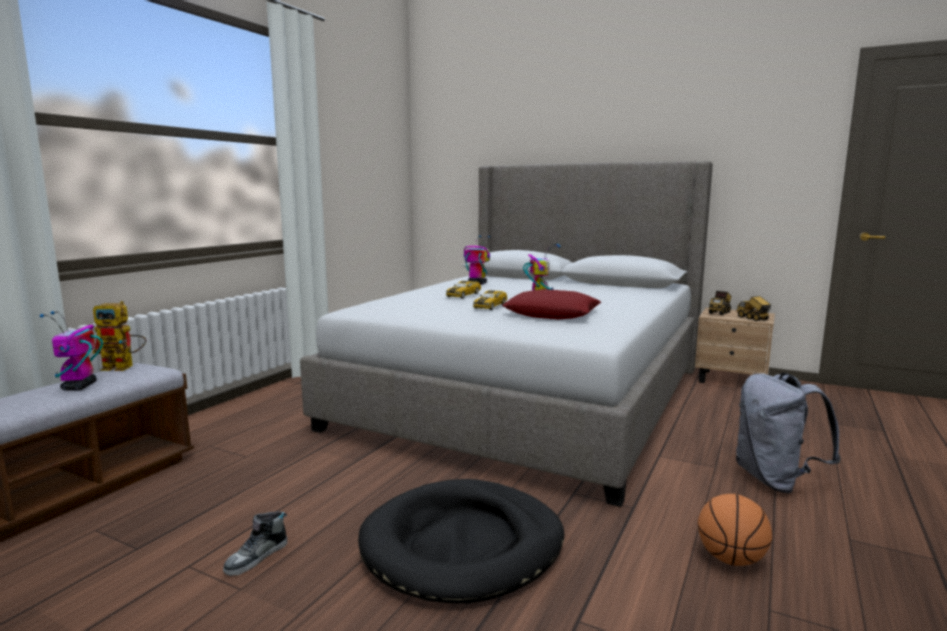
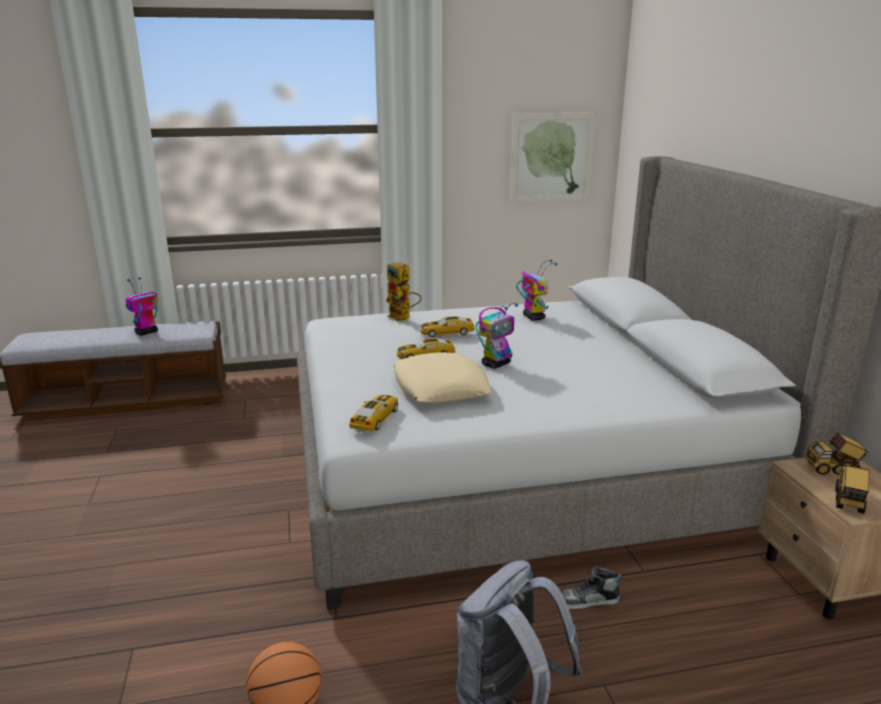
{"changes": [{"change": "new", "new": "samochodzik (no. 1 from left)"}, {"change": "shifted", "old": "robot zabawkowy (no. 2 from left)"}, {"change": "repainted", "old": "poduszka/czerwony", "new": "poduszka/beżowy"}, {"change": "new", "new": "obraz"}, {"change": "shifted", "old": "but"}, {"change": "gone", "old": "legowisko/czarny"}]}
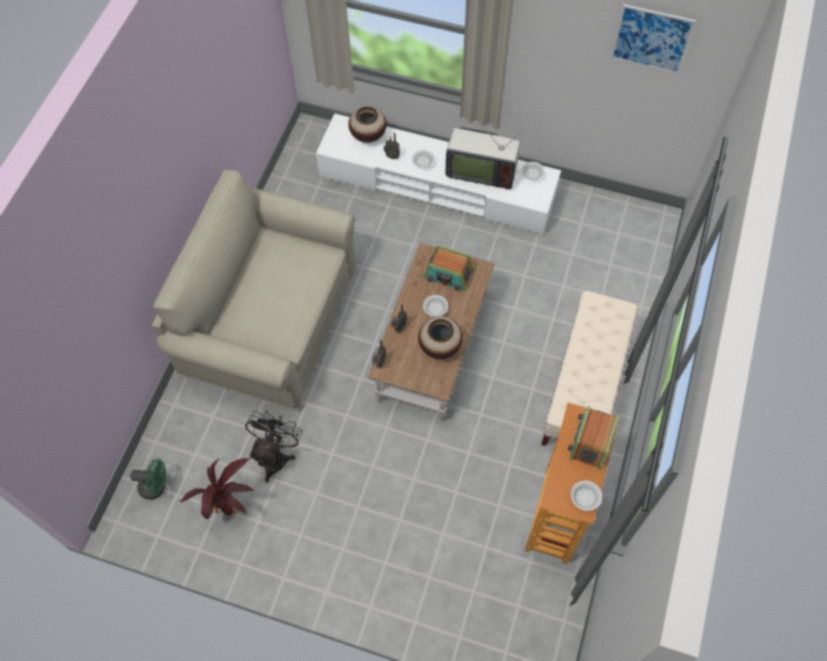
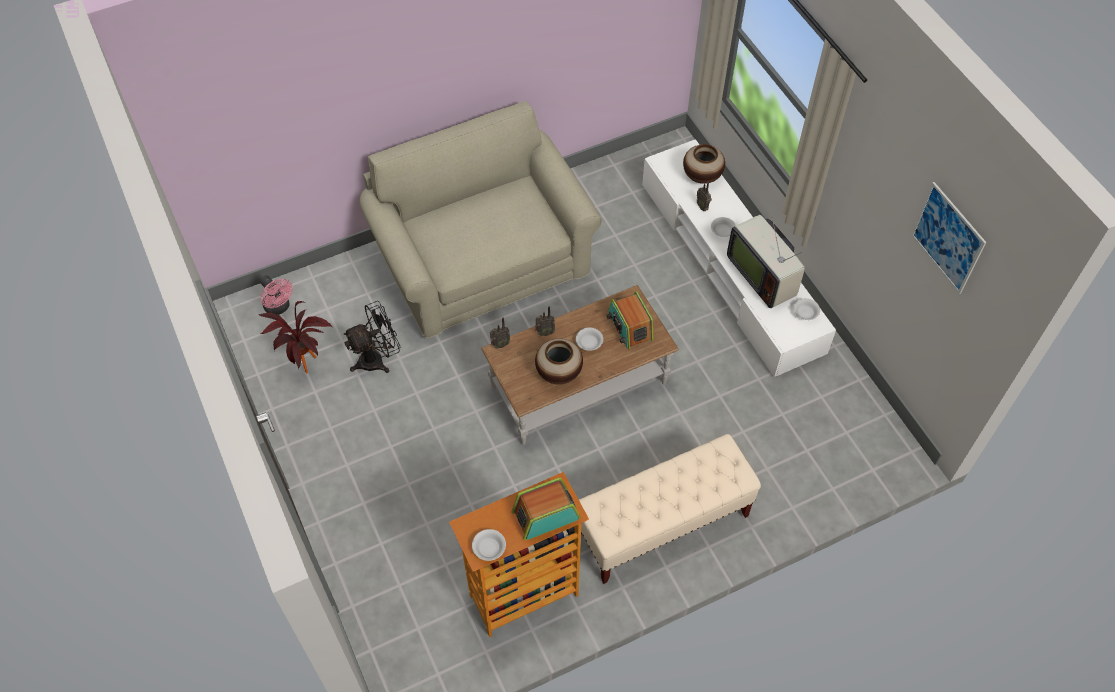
{"changes": [{"change": "repainted", "old": "wentylator/zielony", "new": "wentylator/różowy"}]}
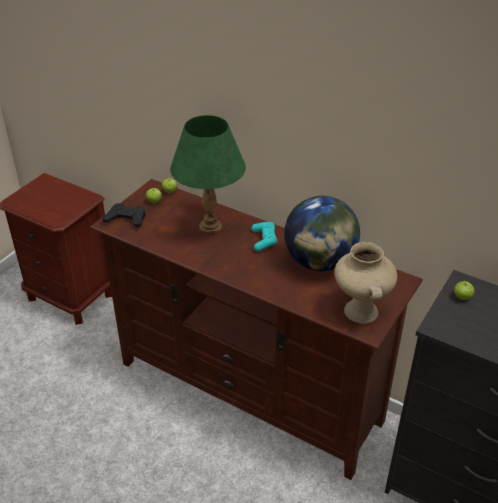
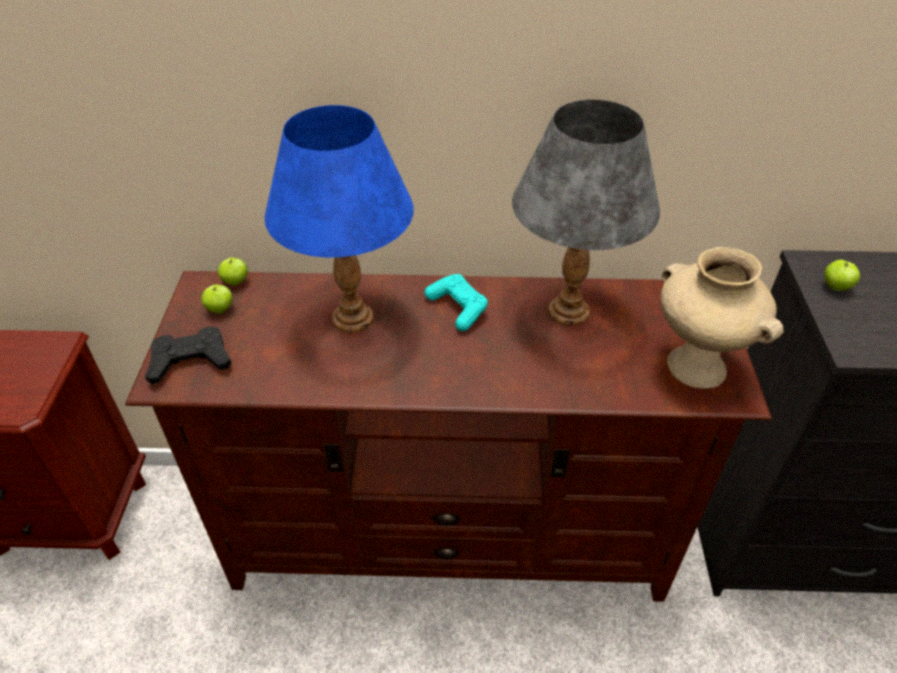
{"changes": [{"change": "repainted", "old": "lampa stołowa/zielony", "new": "lampa stołowa/niebieski"}, {"change": "swapped", "old": "globus", "new": "lampa stołowa/szary"}]}
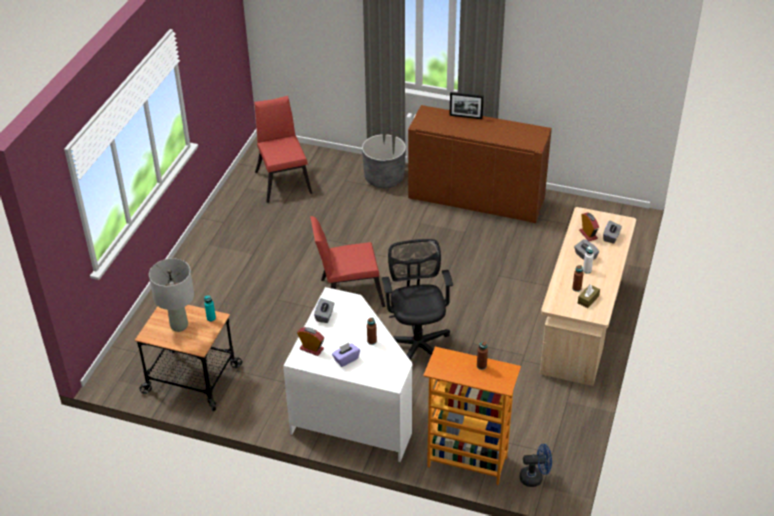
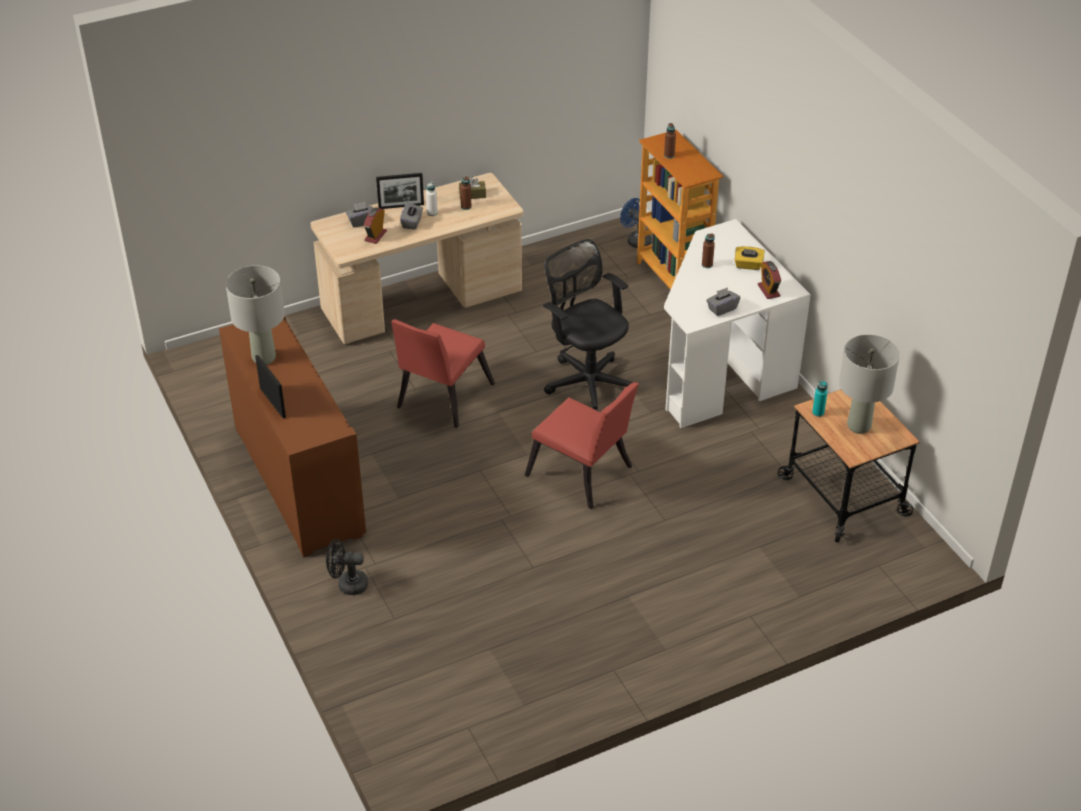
{"changes": [{"change": "new", "new": "lampa stołowa/szary (no. 1 from left)"}, {"change": "swapped", "old": "donica/szary", "new": "wentylator/czarny"}, {"change": "new", "new": "ramka na zdjęcie (no. 2 from left)"}, {"change": "shifted", "old": "krzesło/czerwony (no. 1 from left)"}, {"change": "rotated", "old": "krzesło biurowe/czarny", "degrees": 105}, {"change": "repainted", "old": "pudełko chusteczek/fioletowy", "new": "pudełko chusteczek/żółty"}]}
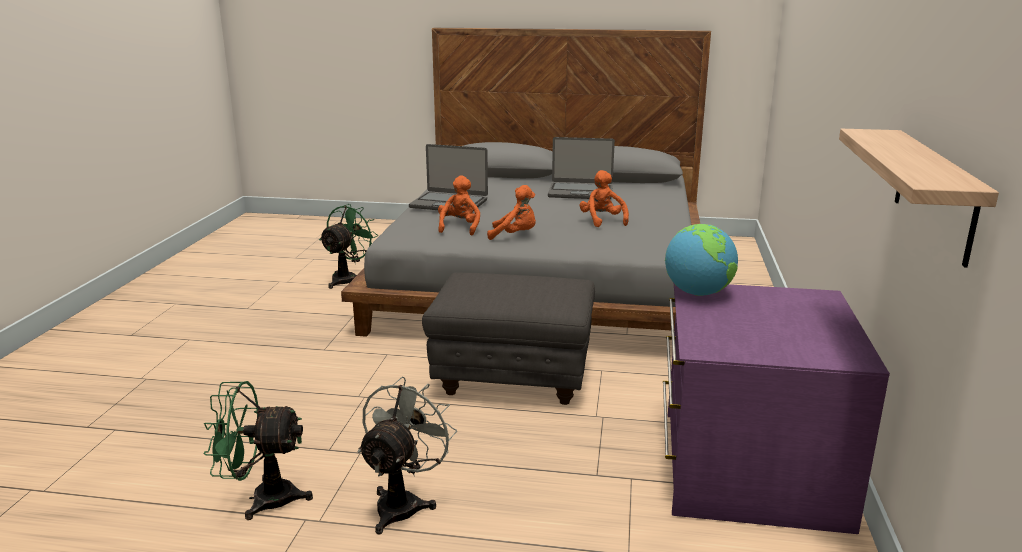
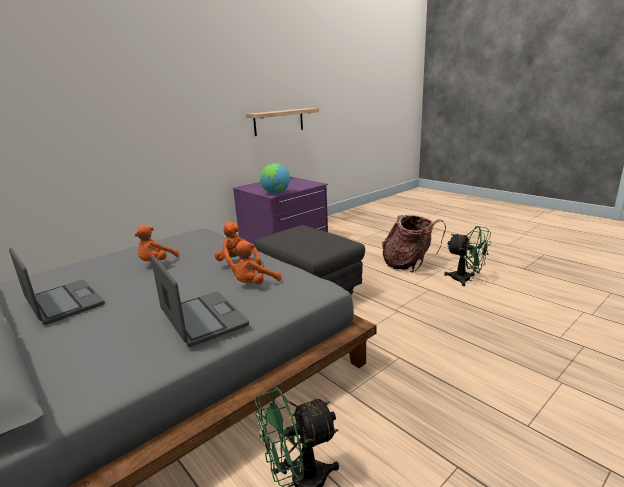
{"changes": [{"change": "swapped", "old": "wentylator/szary", "new": "plecak"}]}
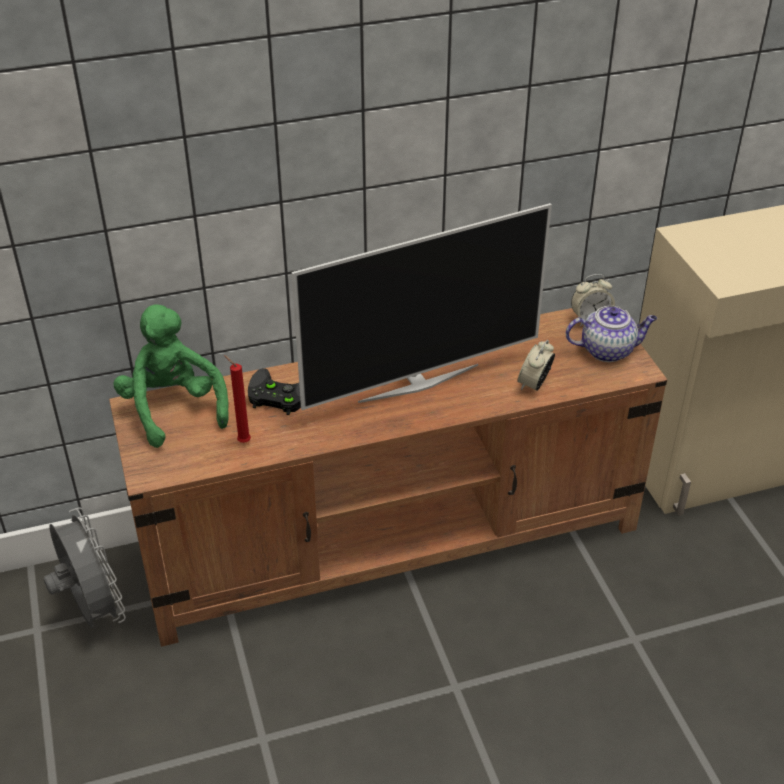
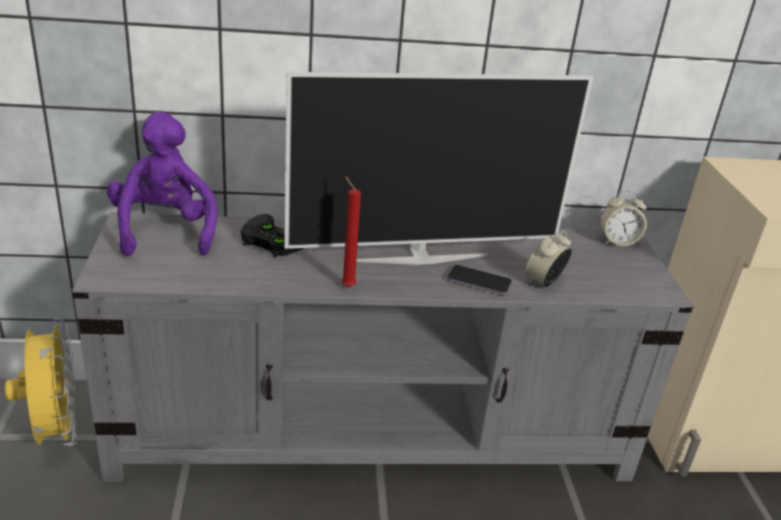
{"changes": [{"change": "repainted", "old": "wentylator/szary", "new": "wentylator/żółty"}, {"change": "repainted", "old": "szafka pod telewizor/brązowy", "new": "szafka pod telewizor/szary"}, {"change": "repainted", "old": "pluszak/zielony", "new": "pluszak/fioletowy"}, {"change": "shifted", "old": "świeca/czerwony"}, {"change": "new", "new": "telefon"}, {"change": "gone", "old": "imbryk"}]}
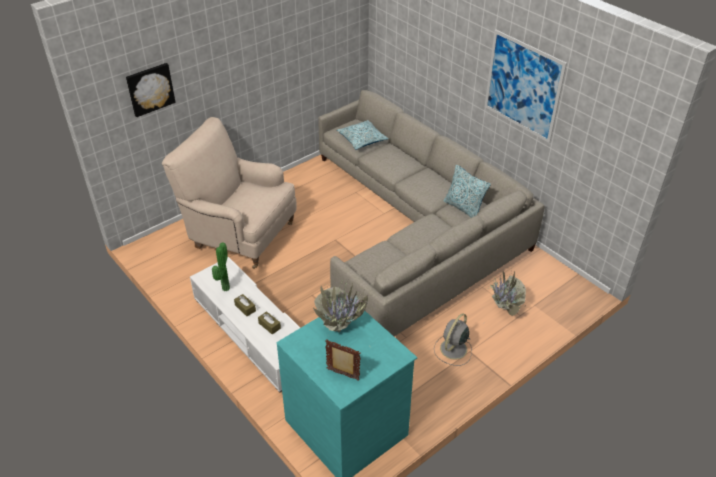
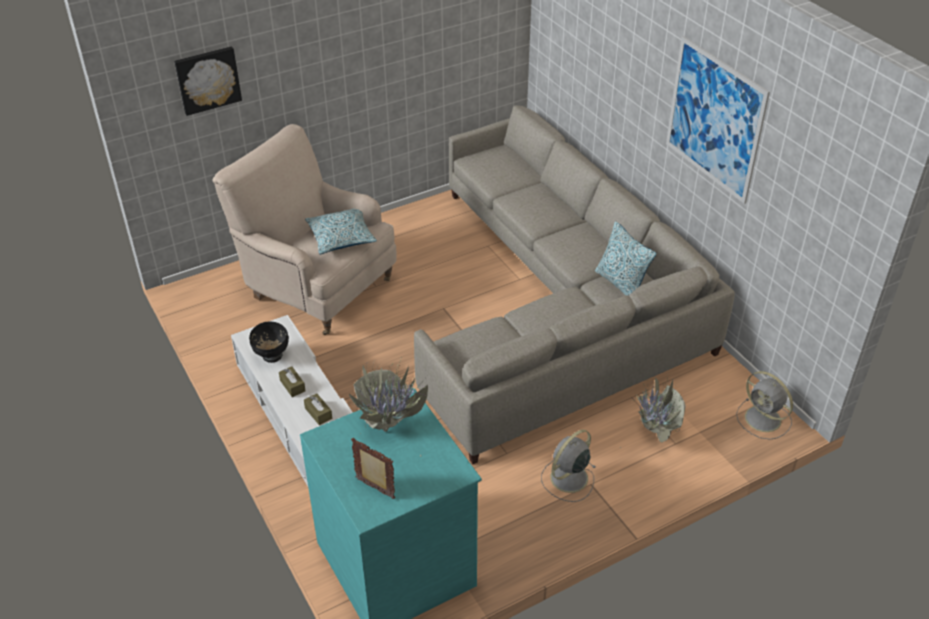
{"changes": [{"change": "swapped", "old": "roślina doniczkowa (no. 1 from left)", "new": "miska/czarny"}, {"change": "shifted", "old": "poduszka (no. 1 from left)"}, {"change": "new", "new": "wentylator/szary (no. 2 from left)"}]}
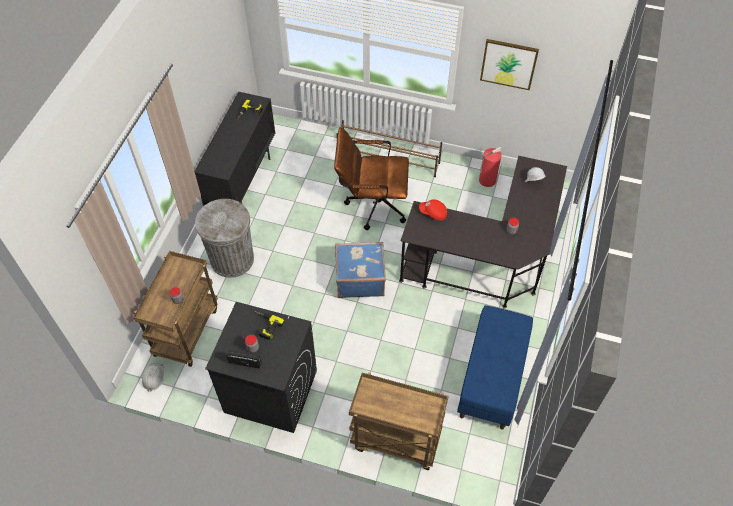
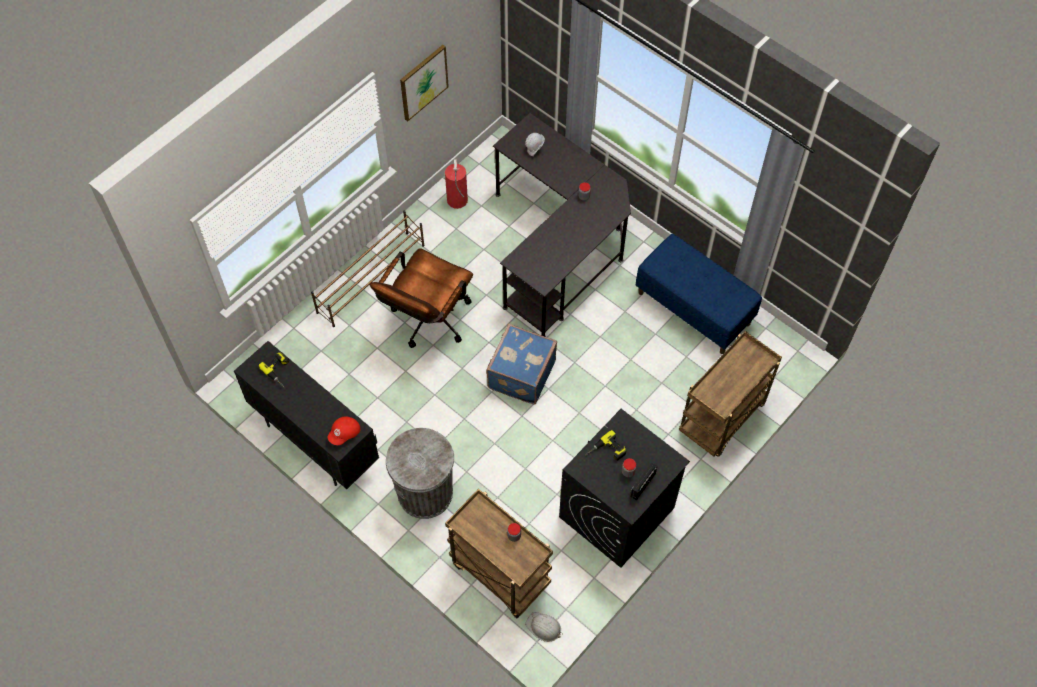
{"changes": [{"change": "shifted", "old": "czapka z daszkiem/czerwony"}]}
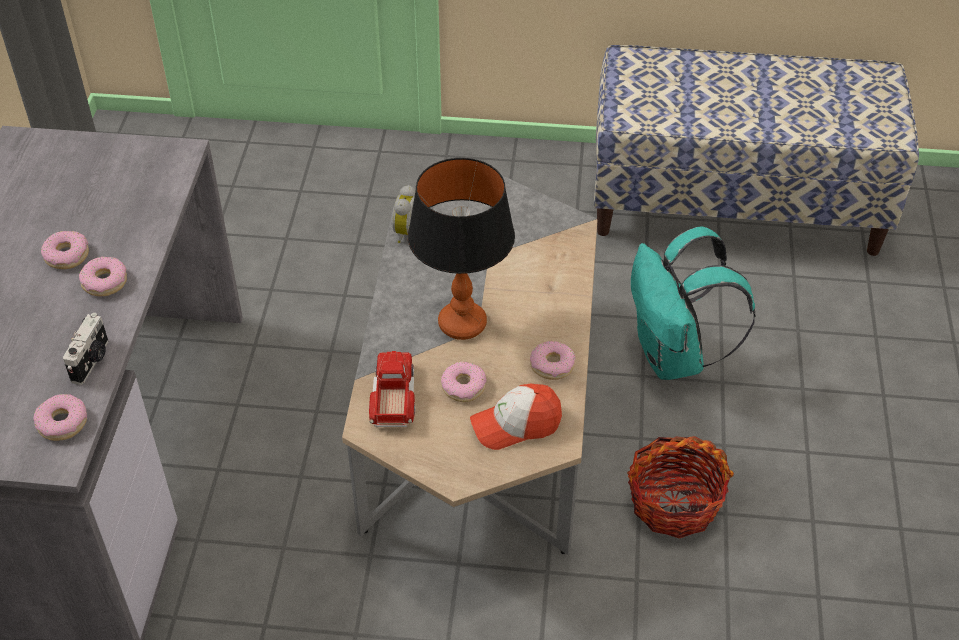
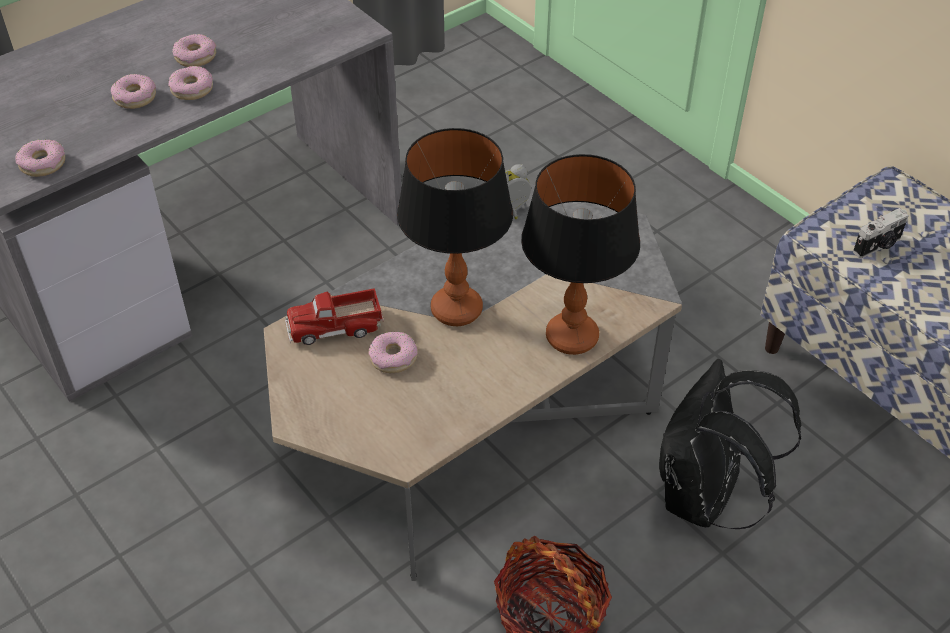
{"changes": [{"change": "shifted", "old": "donut (no. 5 from left in the first image)", "new": "donut (no. 2 from left)"}, {"change": "rotated", "old": "ciężarówka zabawkowa", "degrees": -150}, {"change": "new", "new": "lampa stołowa (no. 2 from left)"}, {"change": "repainted", "old": "plecak/turkusowy", "new": "plecak/czarny"}, {"change": "shifted", "old": "aparat fotograficzny"}, {"change": "gone", "old": "czapka z daszkiem"}]}
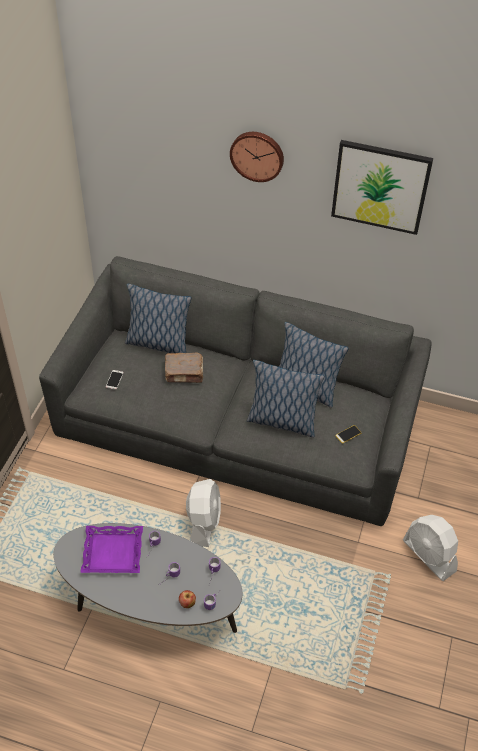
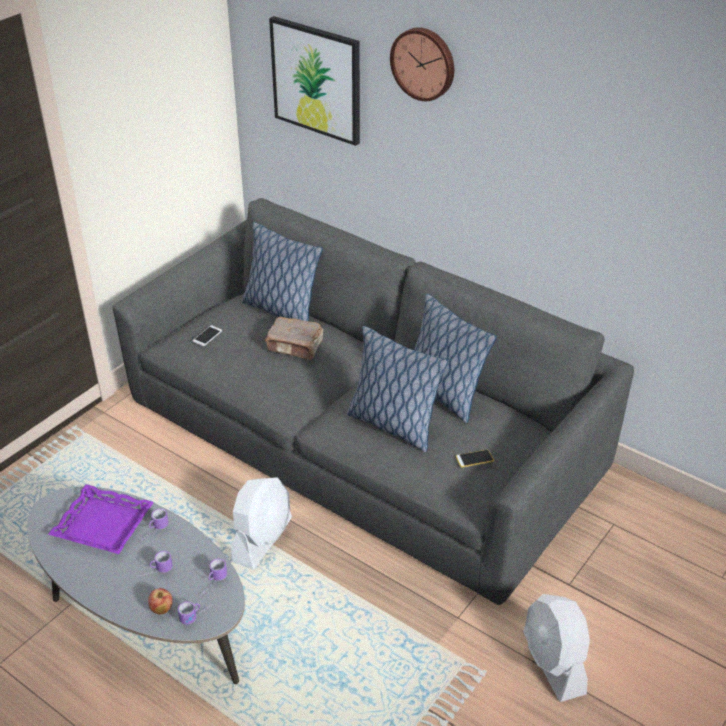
{"changes": [{"change": "shifted", "old": "obraz"}]}
